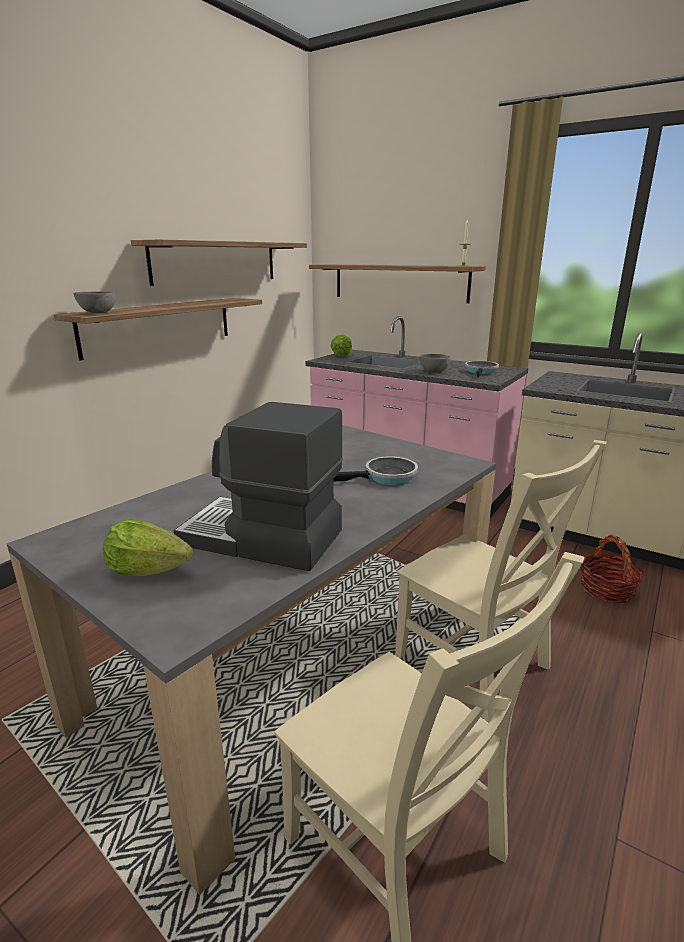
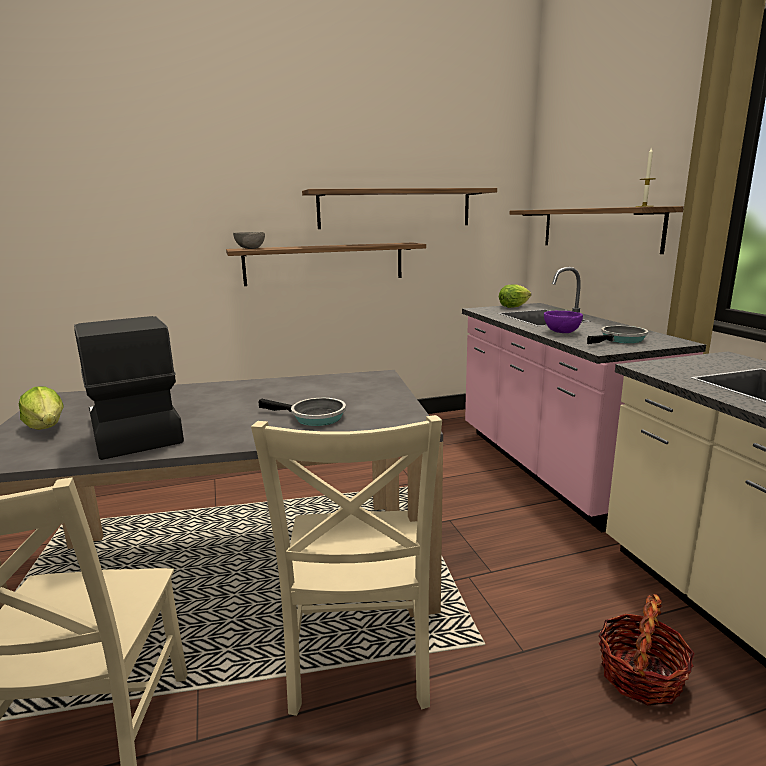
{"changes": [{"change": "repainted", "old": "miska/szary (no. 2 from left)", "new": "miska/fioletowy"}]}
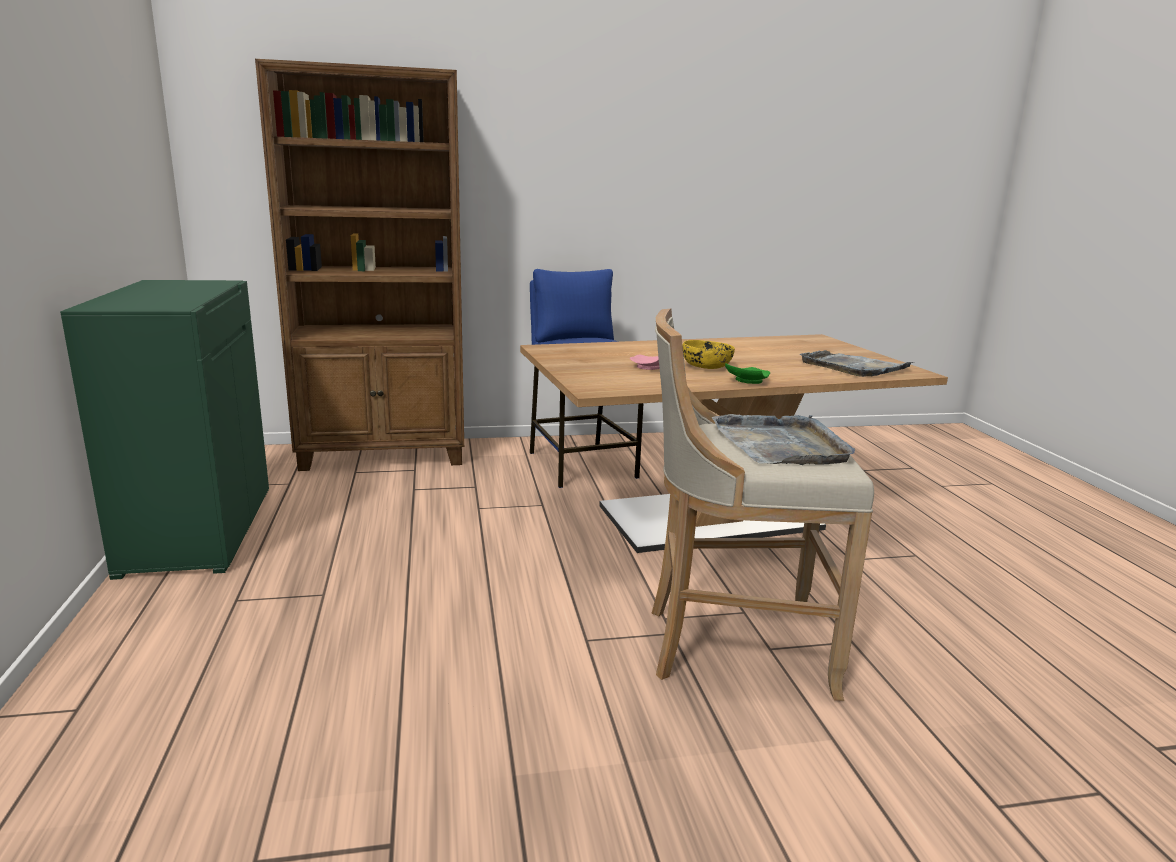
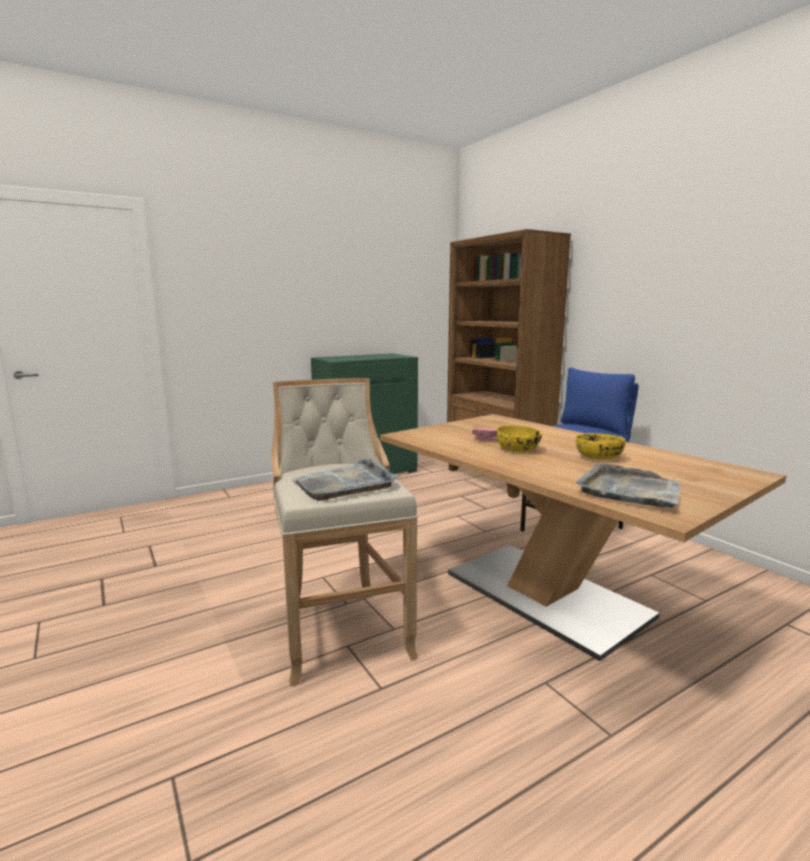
{"changes": [{"change": "new", "new": "miska/żółty (no. 2 from left)"}, {"change": "gone", "old": "talerz/zielony"}]}
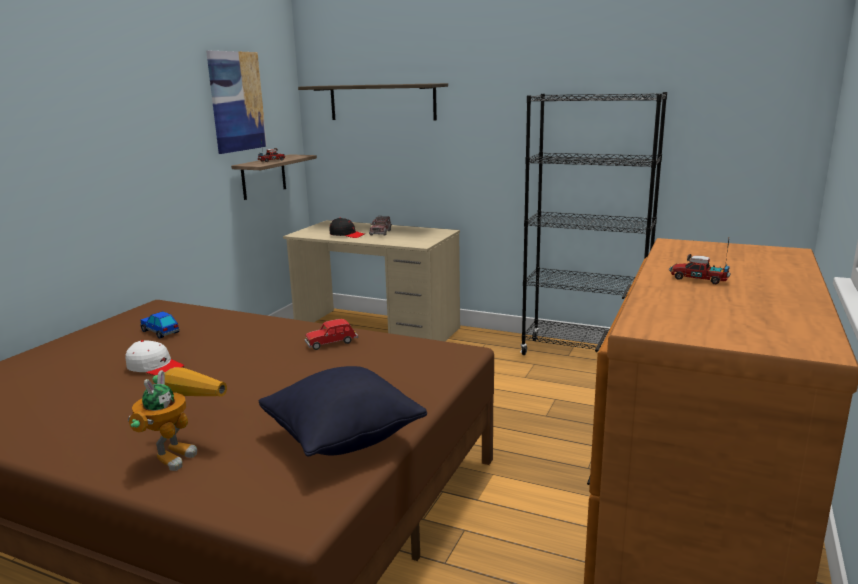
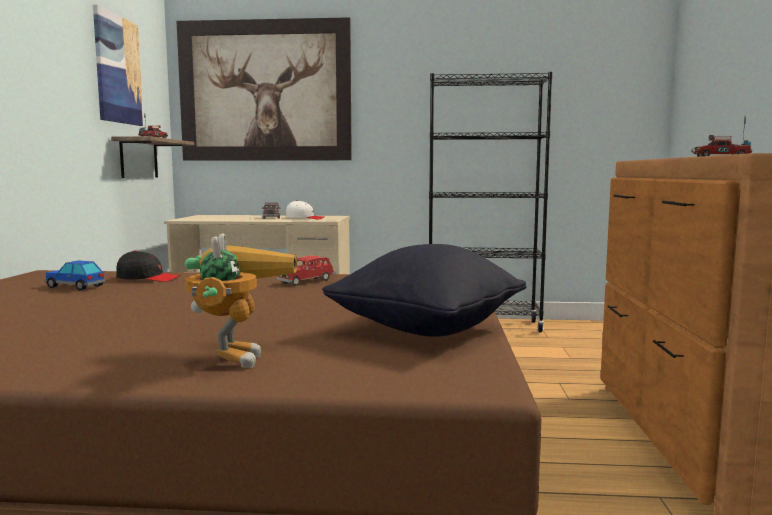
{"changes": [{"change": "shifted", "old": "czapka z daszkiem/czarny"}, {"change": "swapped", "old": "półka (no. 2 from left)", "new": "obraz (no. 2 from left)"}, {"change": "shifted", "old": "czapka z daszkiem/biały"}]}
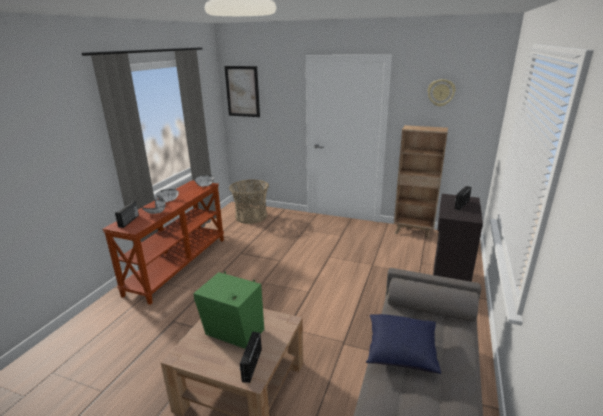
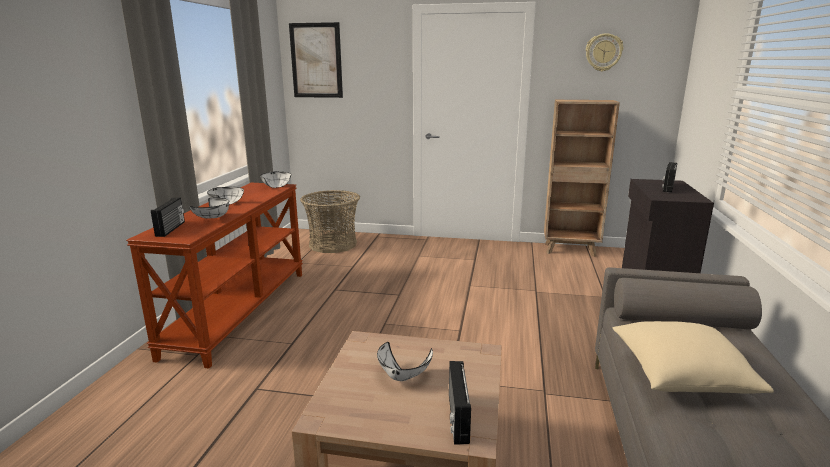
{"changes": [{"change": "swapped", "old": "głośnik/zielony", "new": "miska/biały (no. 4 from left)"}, {"change": "repainted", "old": "poduszka/niebieski", "new": "poduszka/beżowy"}]}
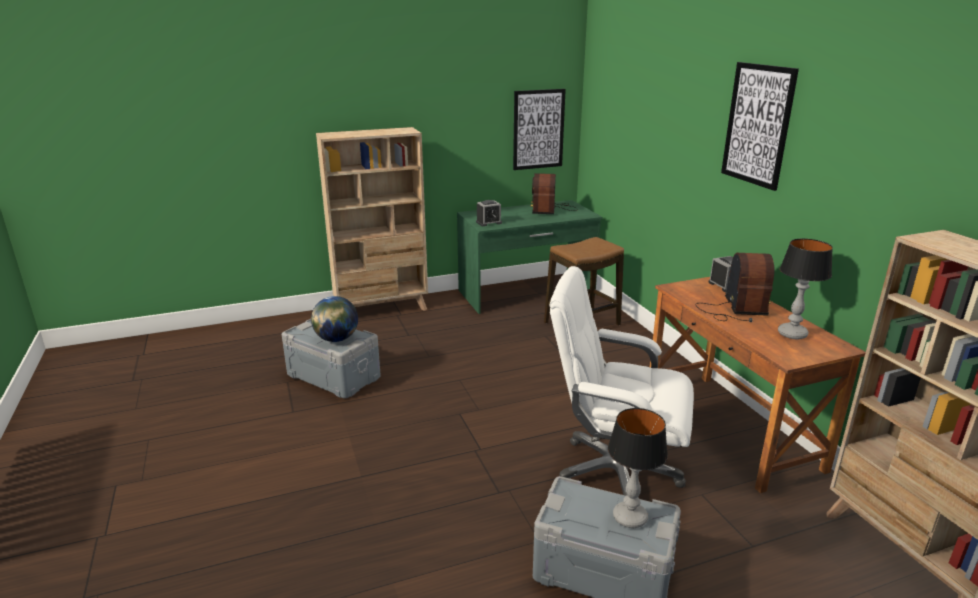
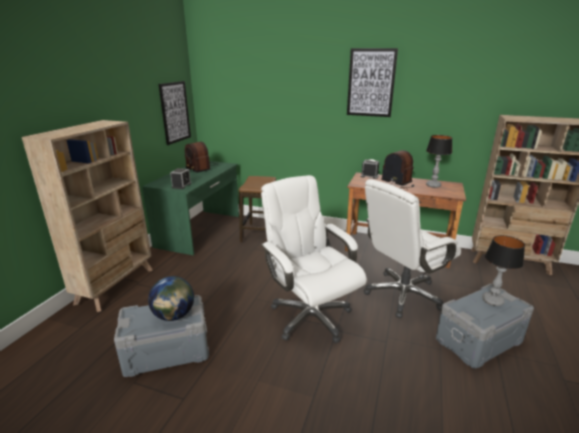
{"changes": [{"change": "new", "new": "krzesło biurowe/biały (no. 1 from left)"}]}
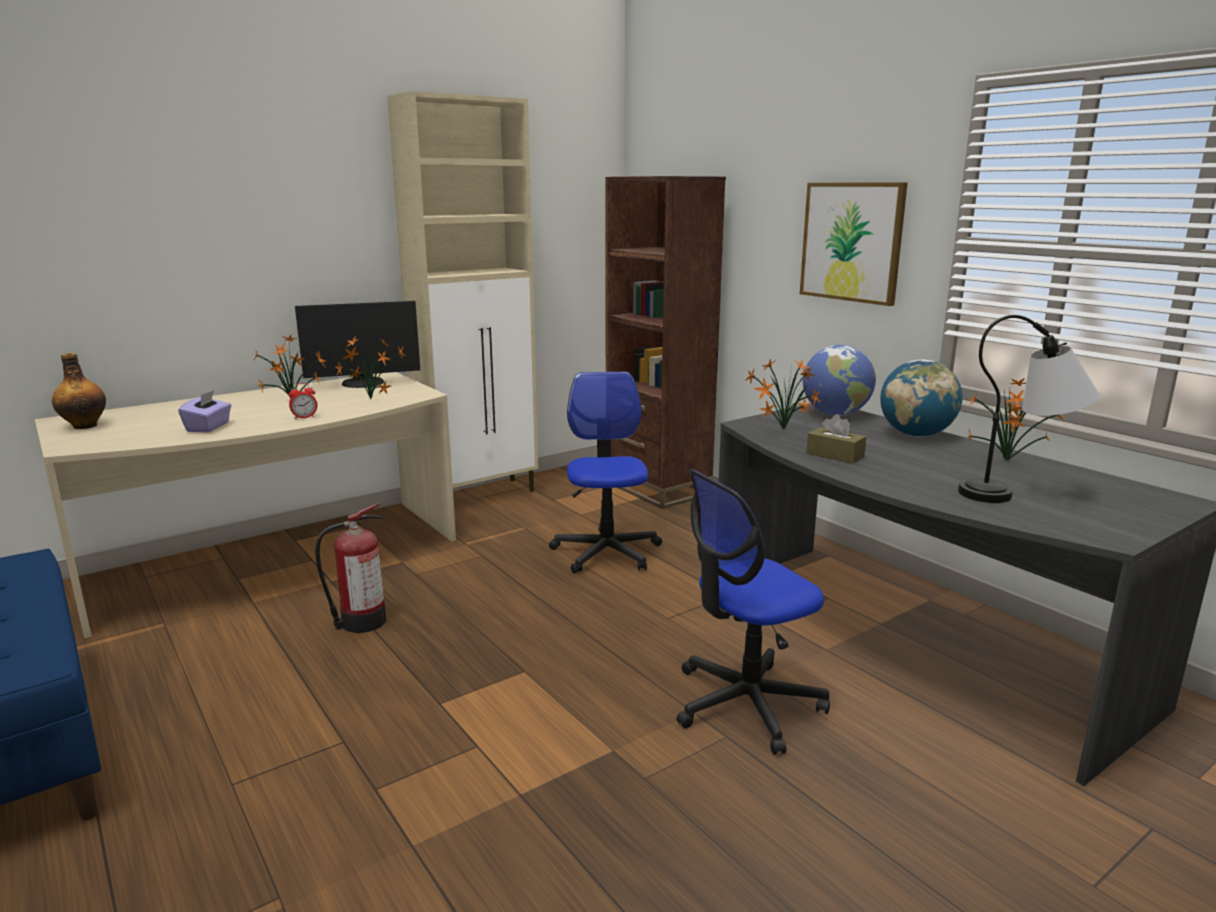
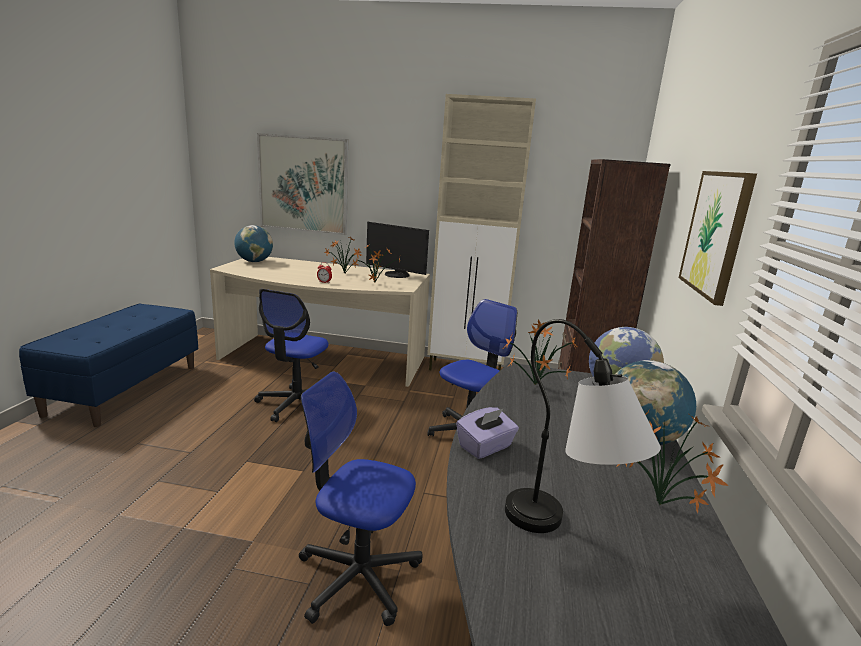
{"changes": [{"change": "swapped", "old": "butelka", "new": "globus (no. 1 from left)"}, {"change": "swapped", "old": "gaśnica", "new": "krzesło biurowe (no. 1 from left)"}, {"change": "new", "new": "obraz (no. 1 from left)"}, {"change": "shifted", "old": "pudełko chusteczek/fioletowy"}, {"change": "gone", "old": "pudełko chusteczek/brązowy"}]}
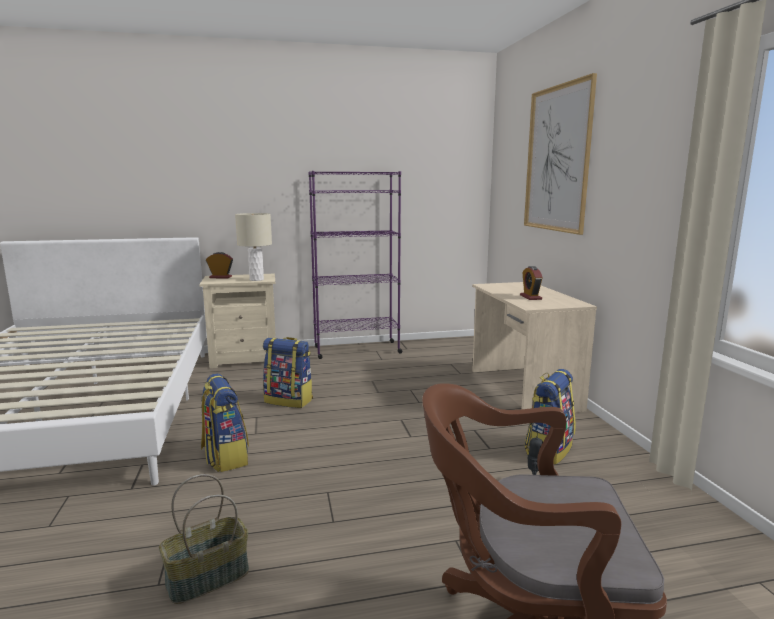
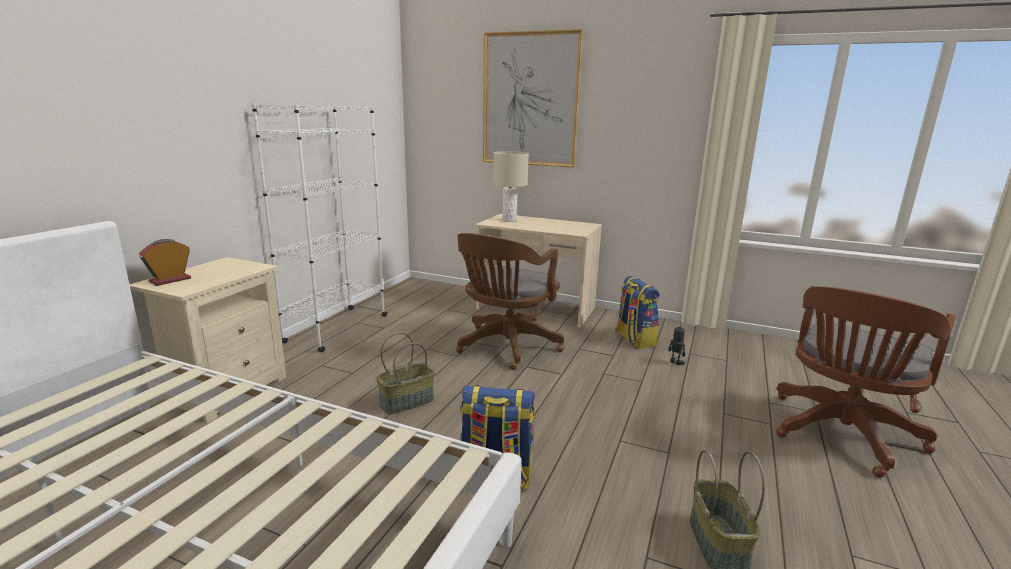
{"changes": [{"change": "repainted", "old": "regał/fioletowy", "new": "regał/biały"}, {"change": "swapped", "old": "plecak (no. 2 from left)", "new": "koszyk (no. 1 from left)"}, {"change": "new", "new": "krzesło biurowe/brązowy (no. 1 from left)"}, {"change": "shifted", "old": "lampa stołowa/beżowy"}, {"change": "gone", "old": "budzik (no. 2 from left)"}]}
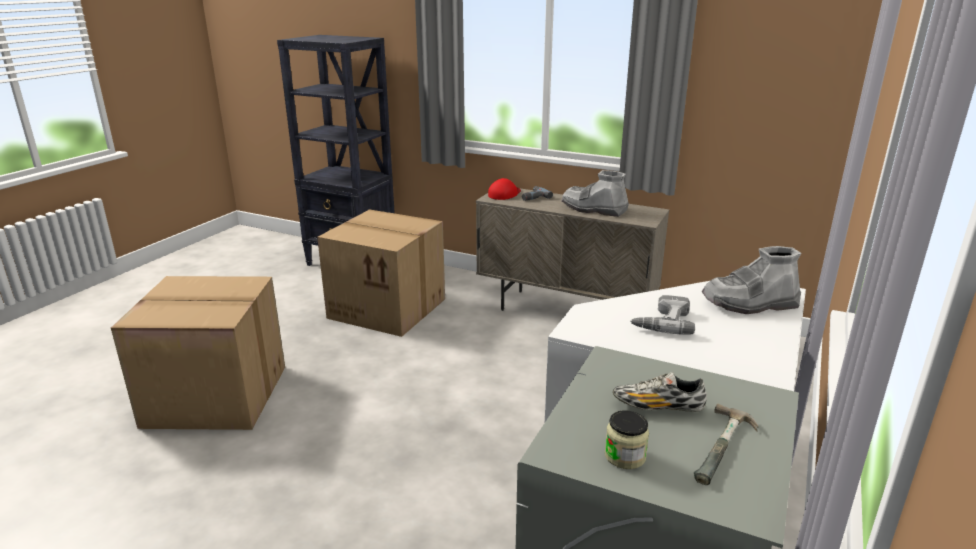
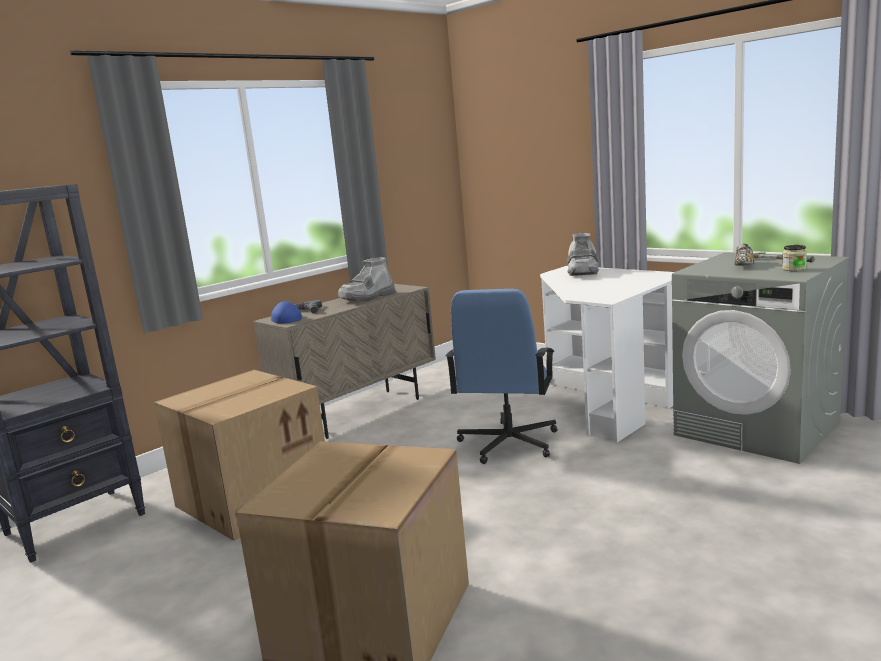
{"changes": [{"change": "repainted", "old": "czapka z daszkiem/czerwony", "new": "czapka z daszkiem/niebieski"}, {"change": "new", "new": "krzesło biurowe/niebieski"}, {"change": "gone", "old": "wiertarka (no. 2 from left)"}]}
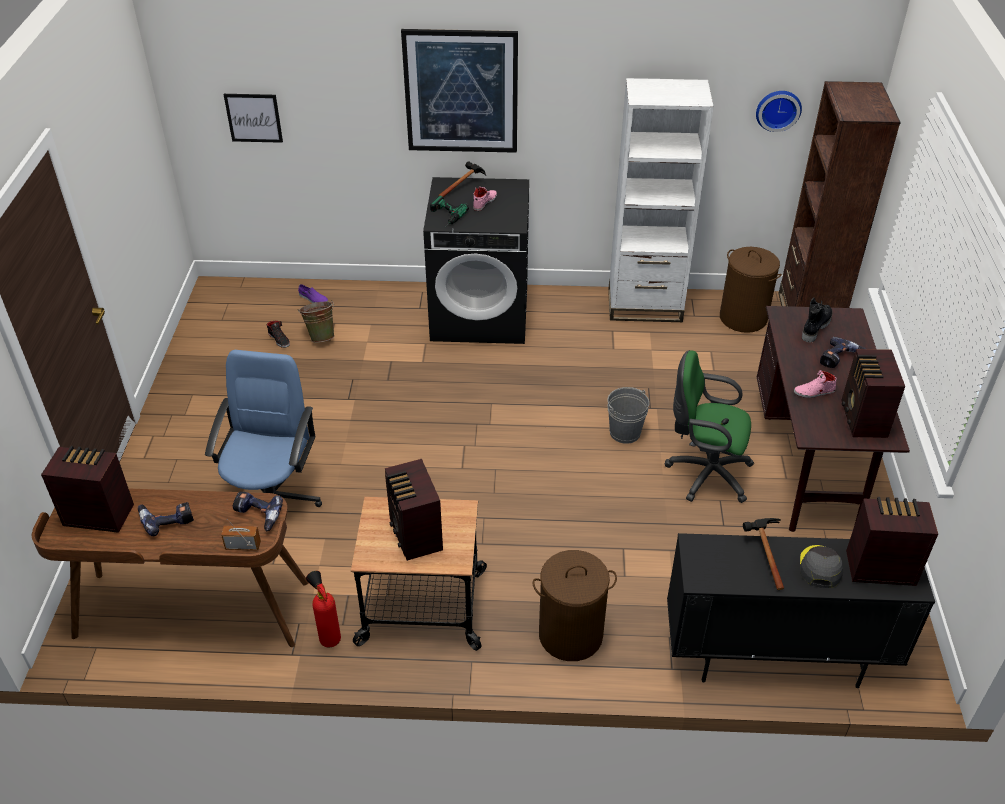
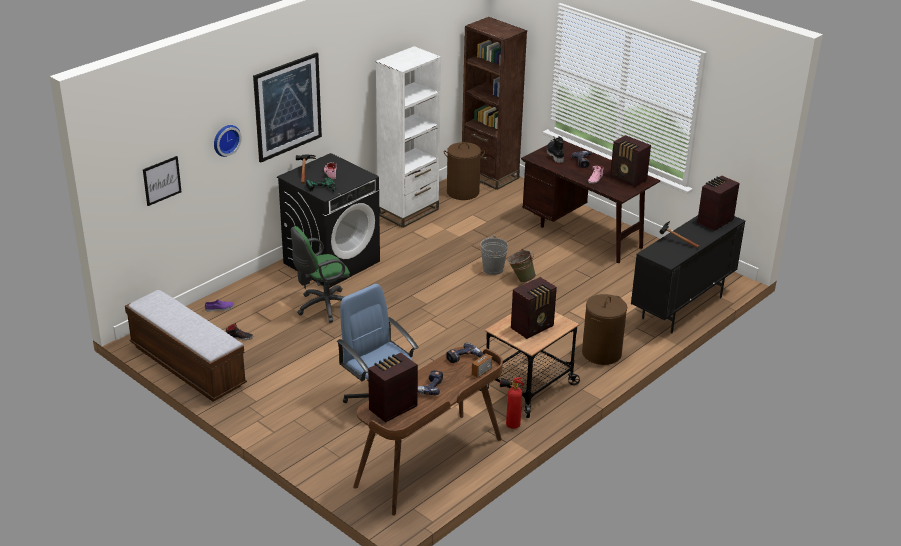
{"changes": [{"change": "new", "new": "ławka"}, {"change": "shifted", "old": "zegar ścienny"}, {"change": "shifted", "old": "krzesło biurowe/zielony"}, {"change": "shifted", "old": "wiadro/zielony"}, {"change": "rotated", "old": "radio (no. 3 from left)", "degrees": -60}, {"change": "gone", "old": "czapka z daszkiem/szary"}]}
